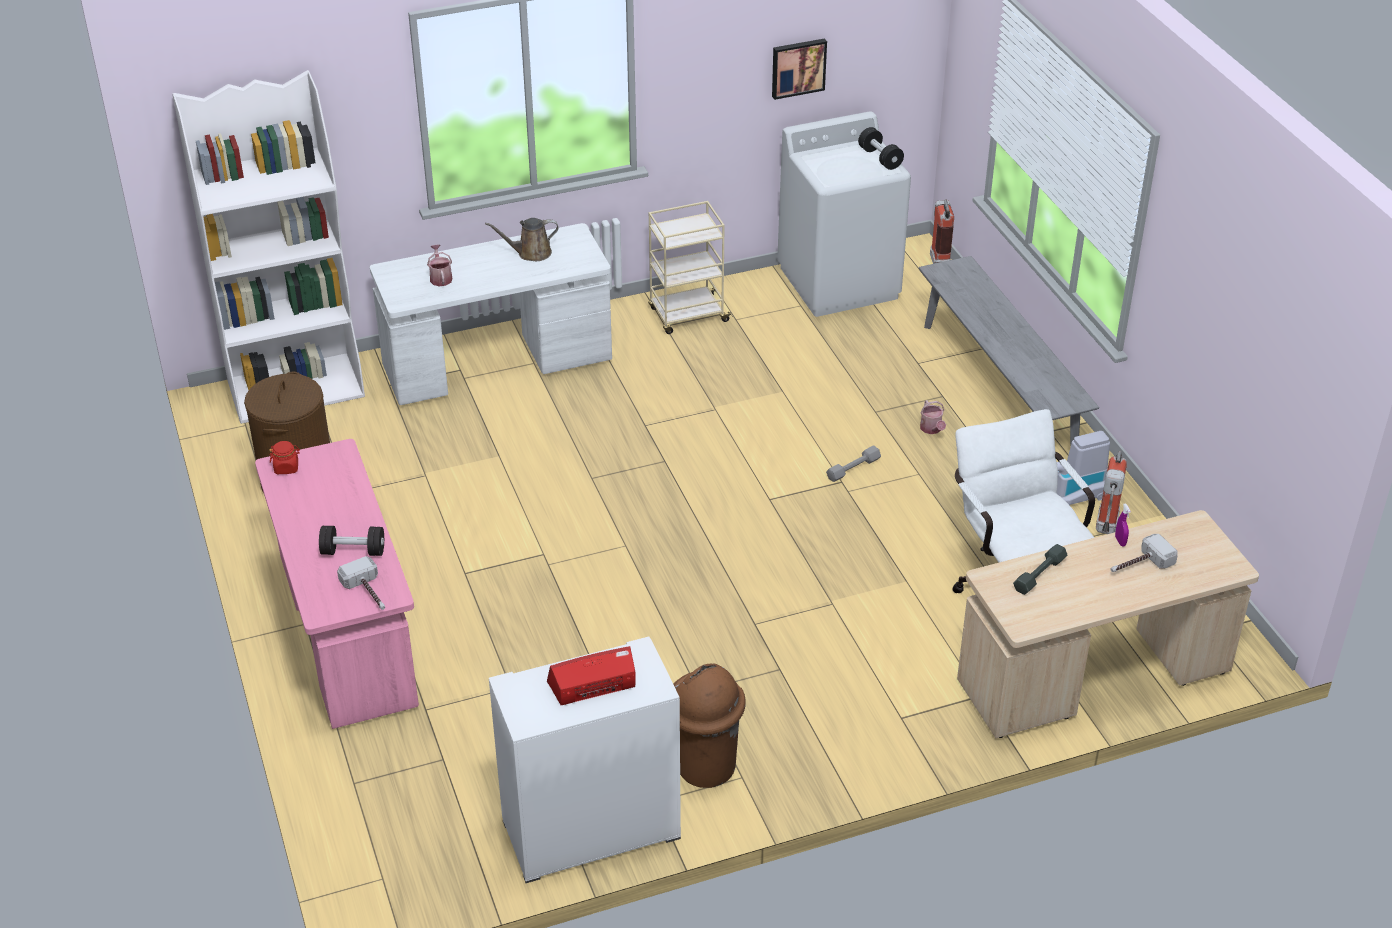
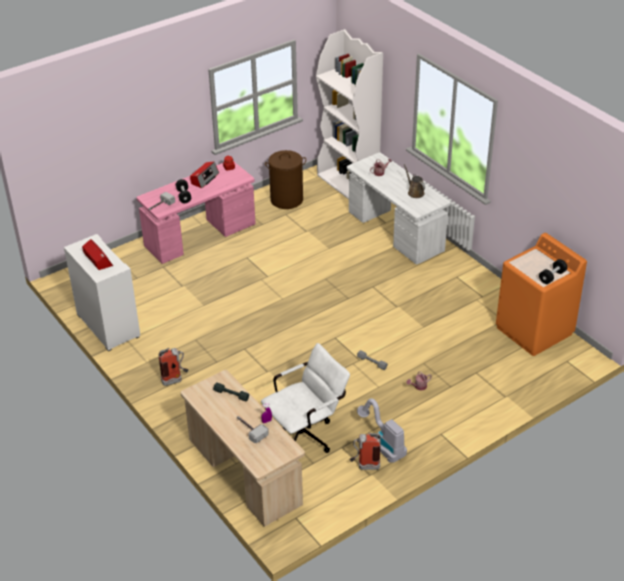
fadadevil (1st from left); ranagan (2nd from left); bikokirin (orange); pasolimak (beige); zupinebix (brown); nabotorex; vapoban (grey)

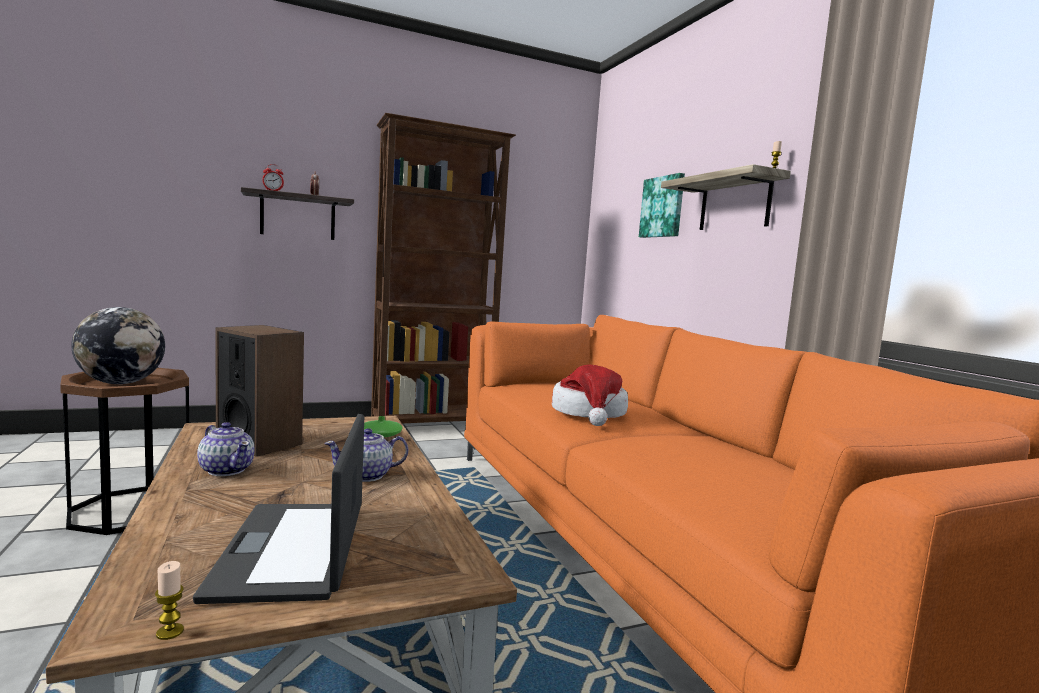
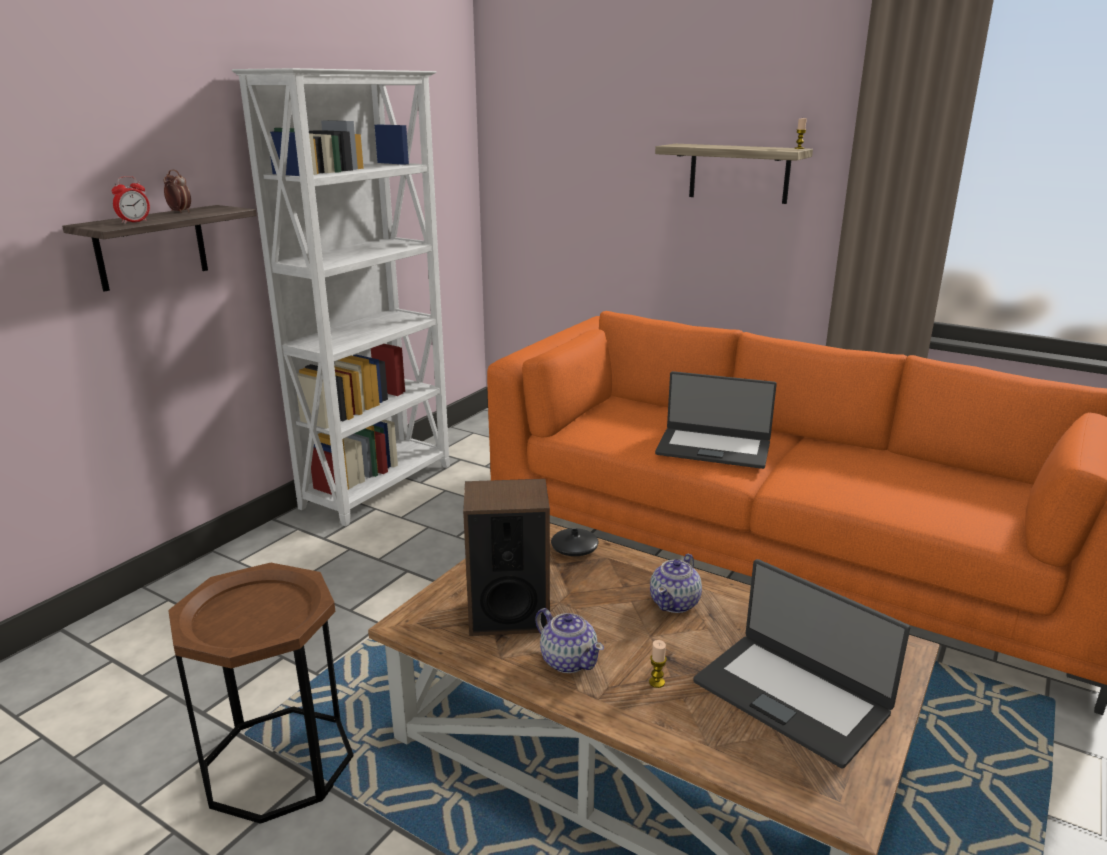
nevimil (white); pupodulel (1st from left); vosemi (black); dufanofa (1st from left); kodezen (1st from left); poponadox; nabotorex

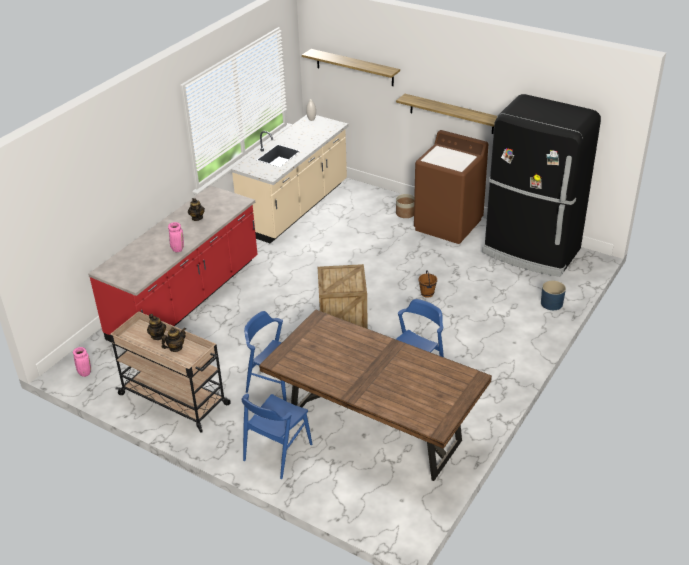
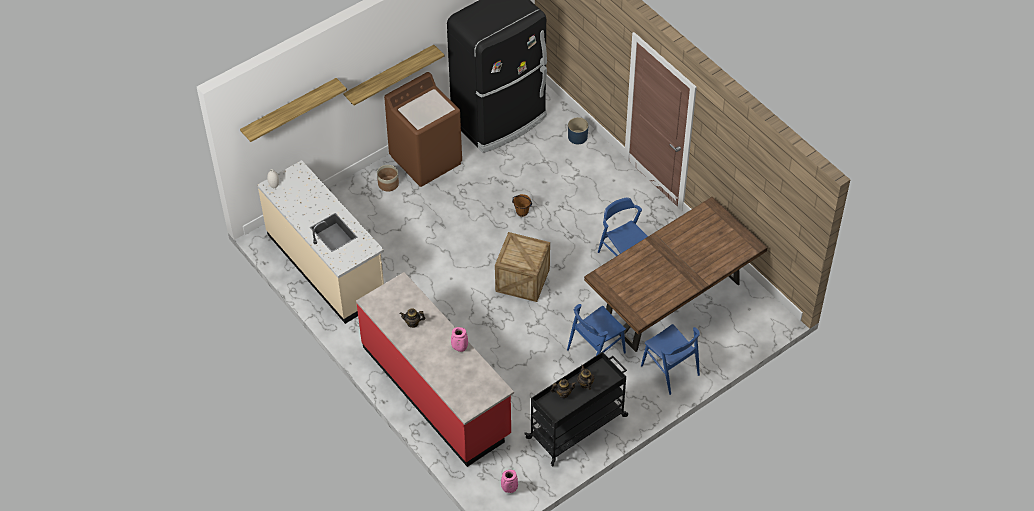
pasolimak (black)

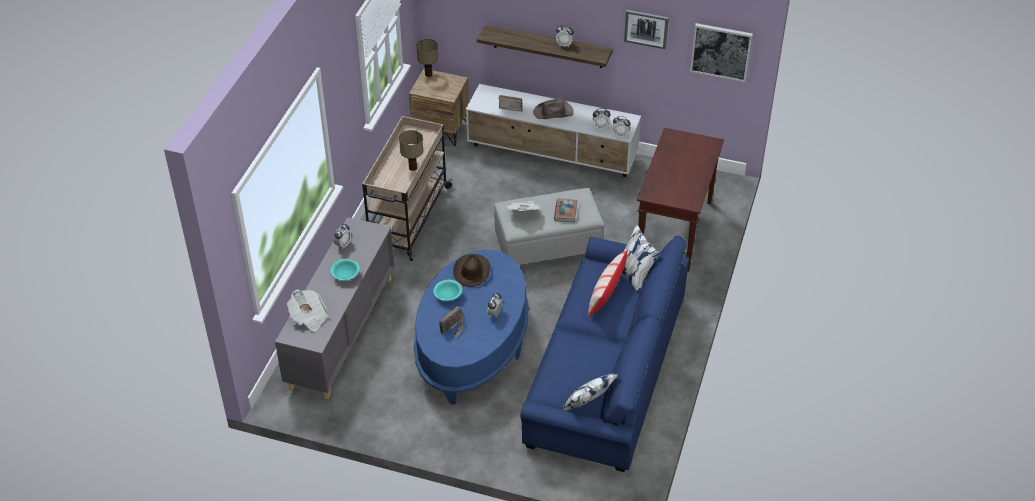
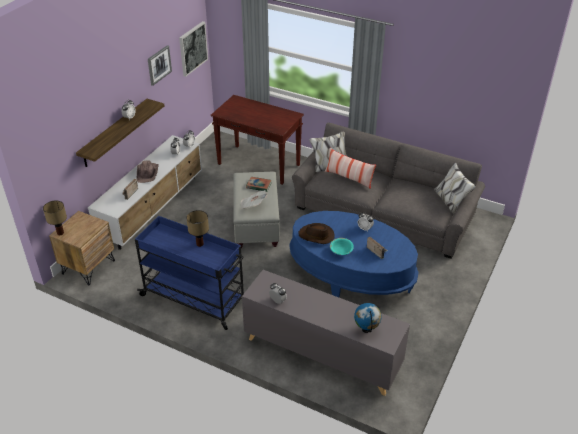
pasolimak (blue); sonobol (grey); poponadox; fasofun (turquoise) (1st from left in the first image)

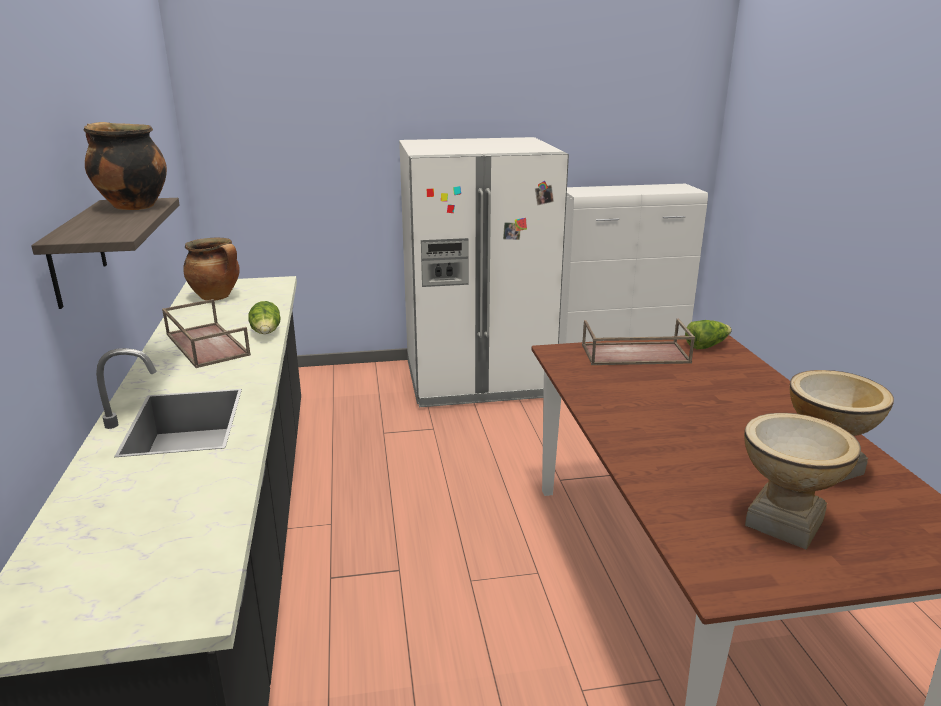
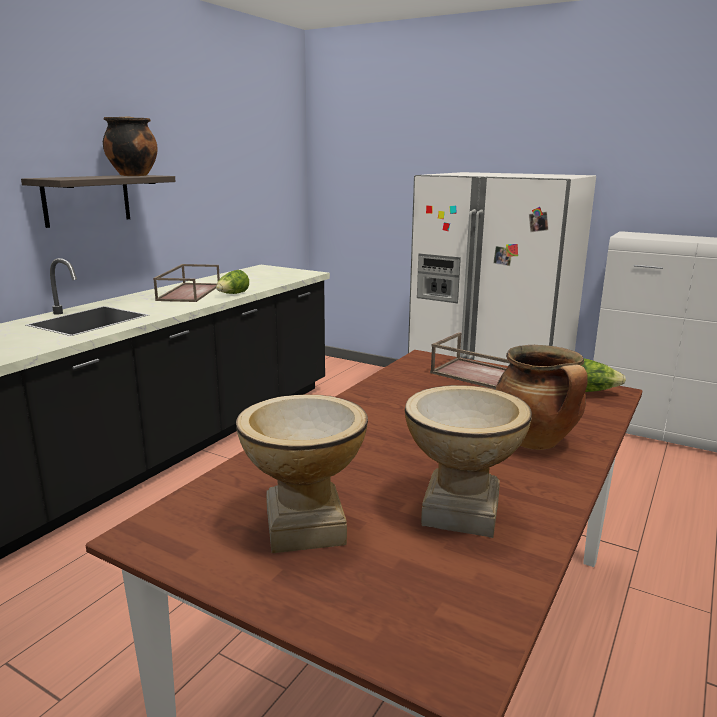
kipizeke (2nd from left)

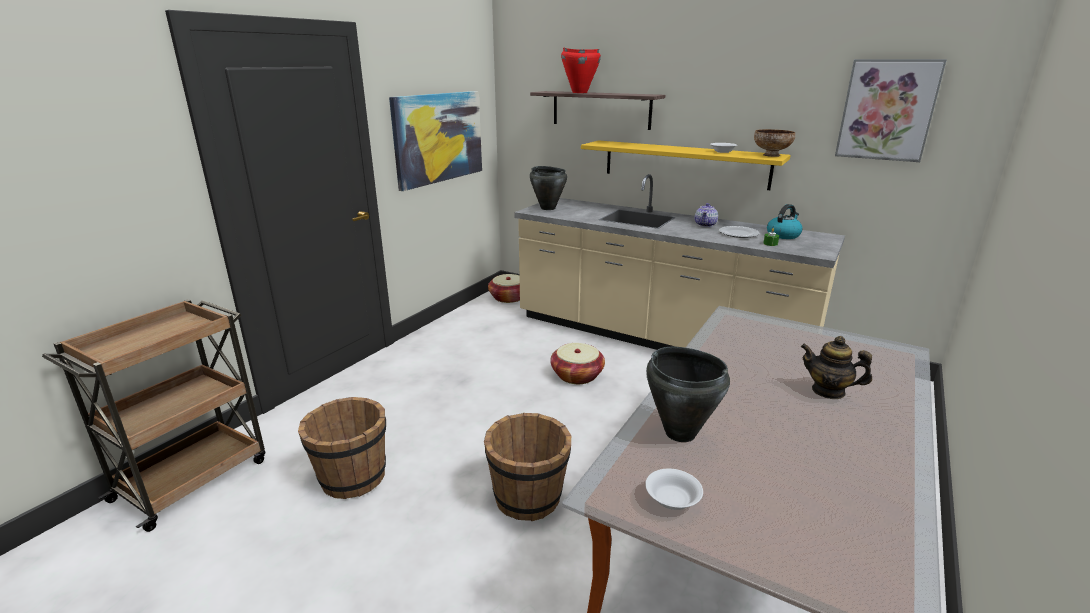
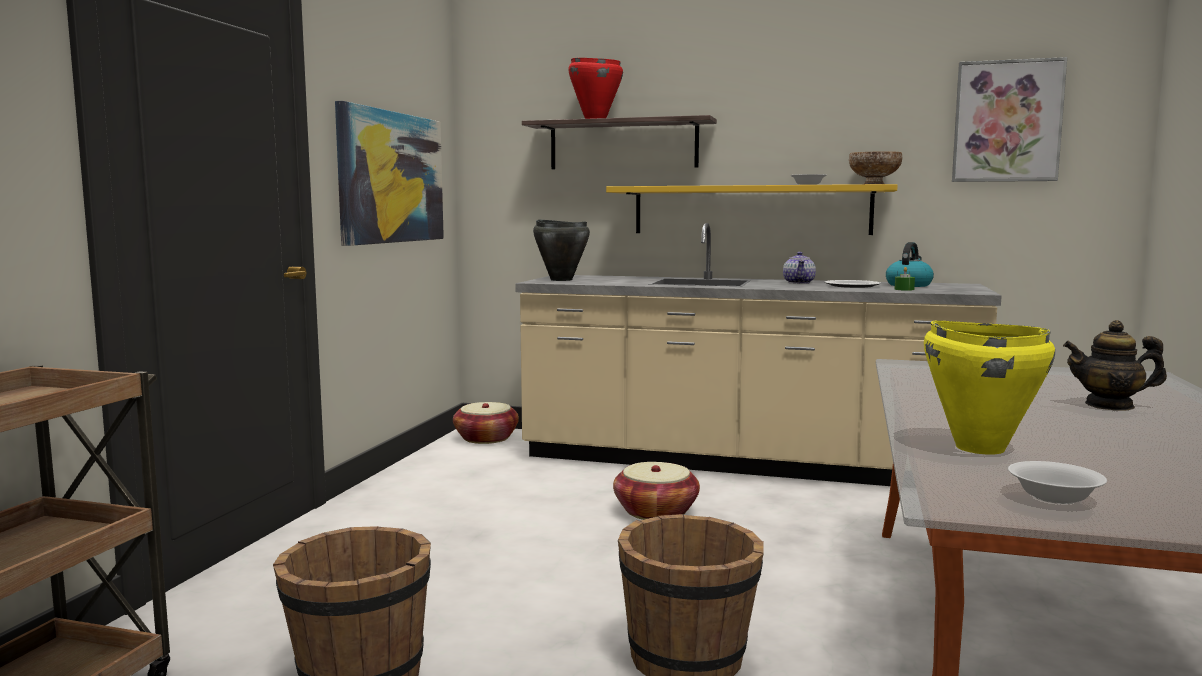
kipizeke (yellow)

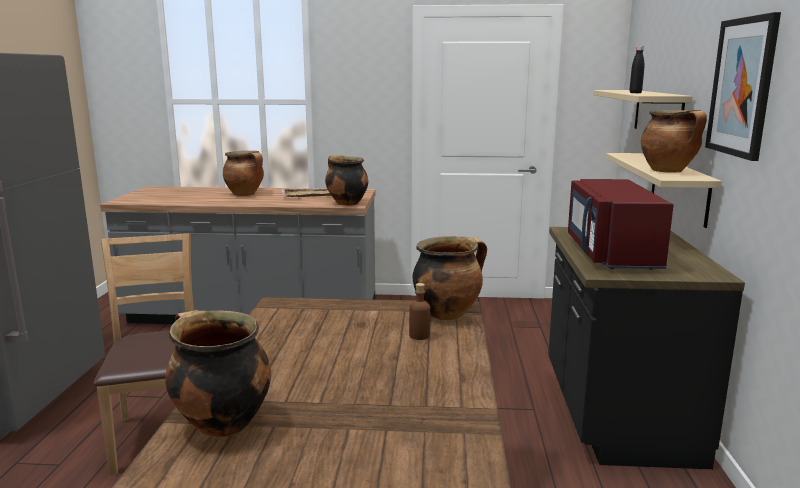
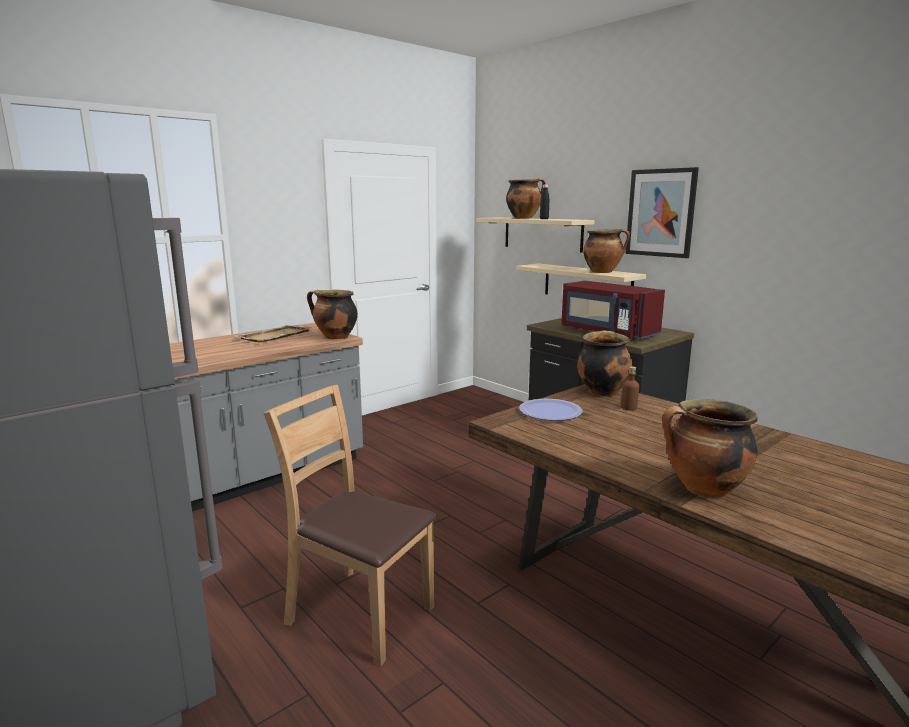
kipizeke (2nd from left); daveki

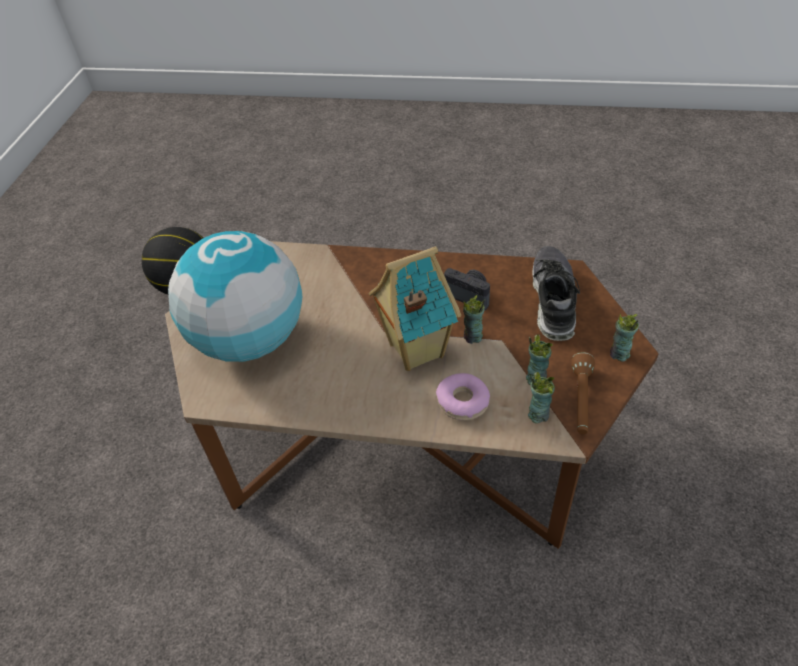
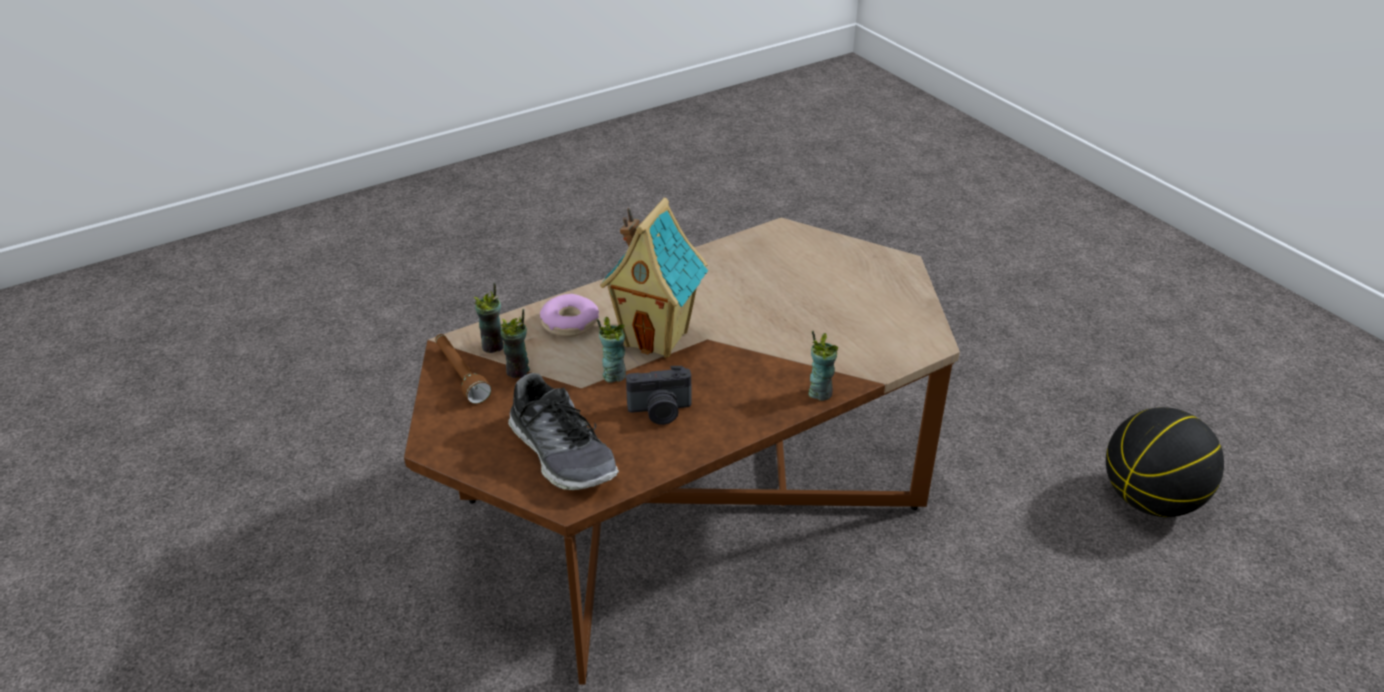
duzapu (4th from left); poponadox

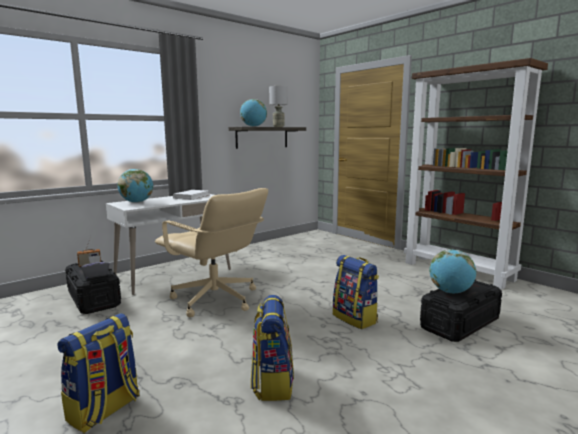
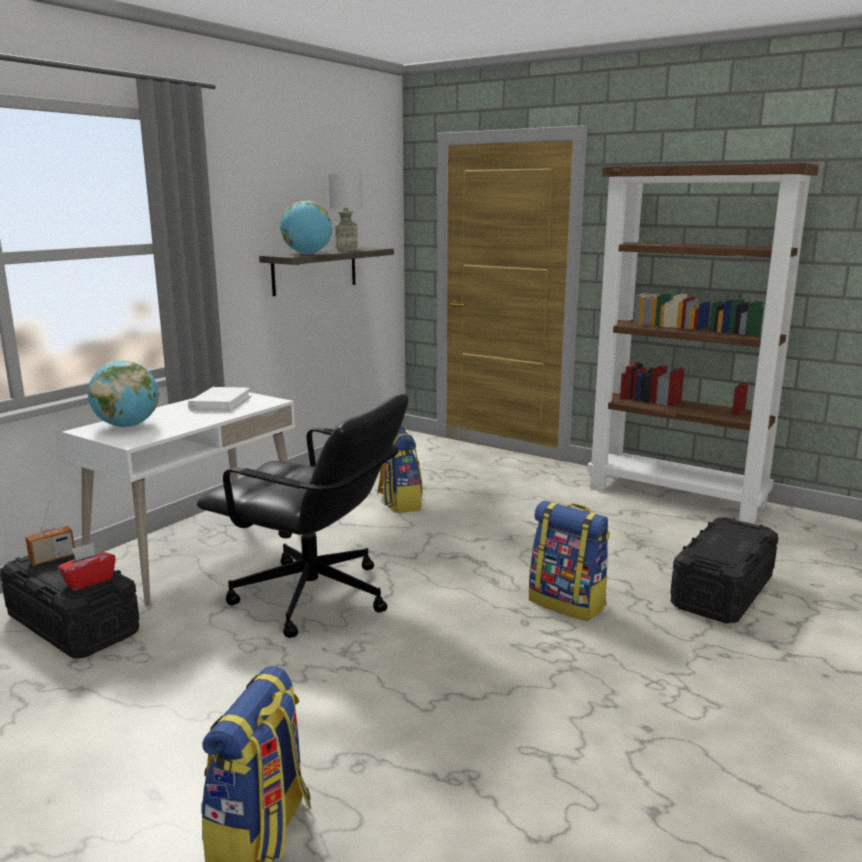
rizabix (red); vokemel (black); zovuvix (2nd from left); poponadox (3rd from left in the first image)

